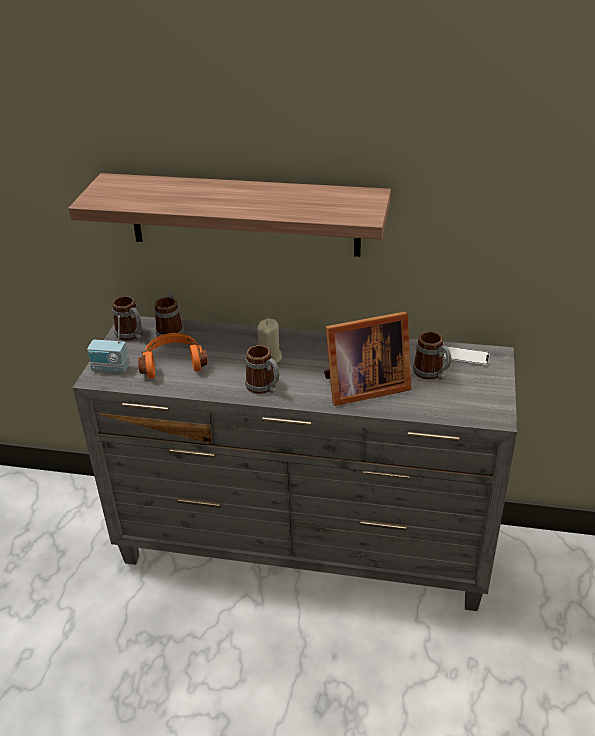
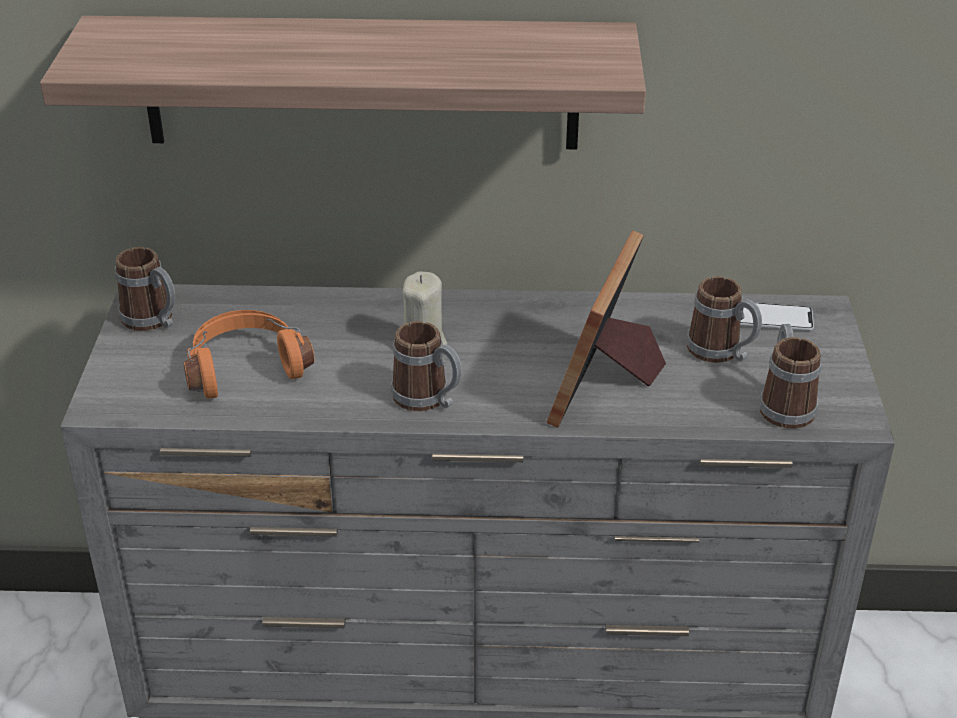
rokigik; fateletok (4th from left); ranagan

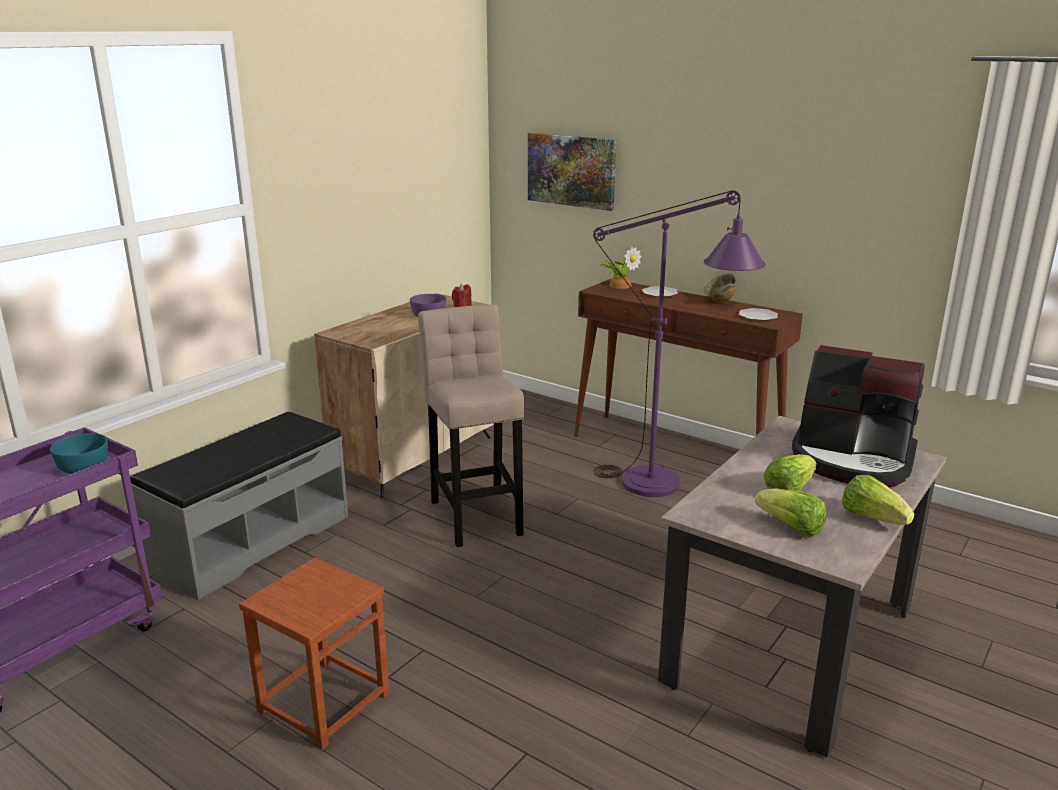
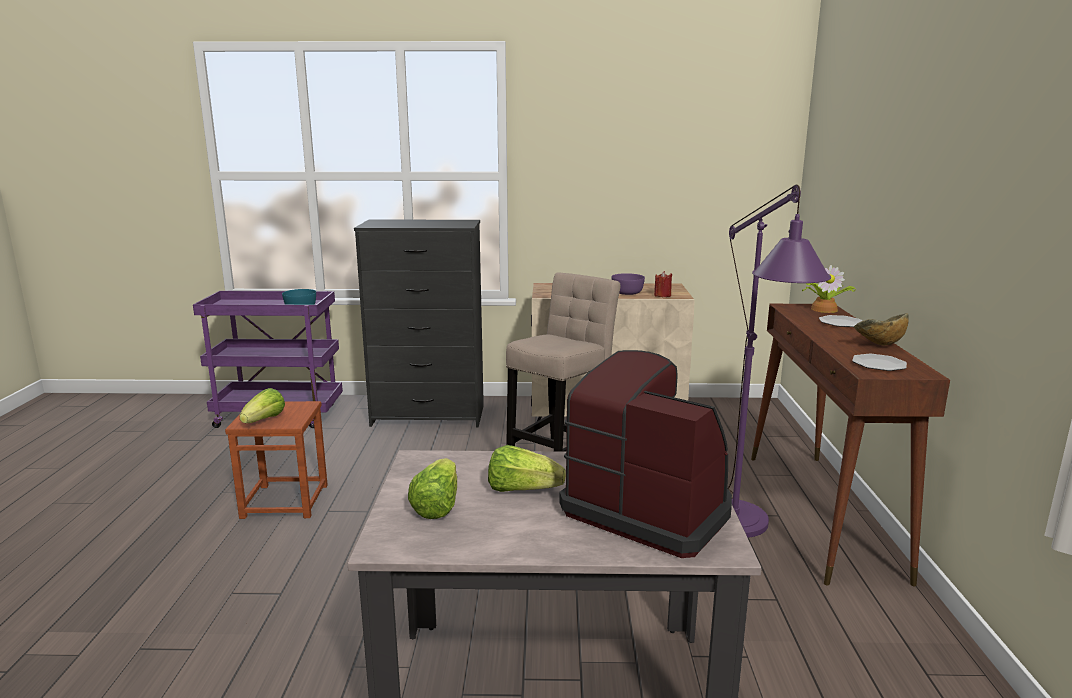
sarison (1st from left); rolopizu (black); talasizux; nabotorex

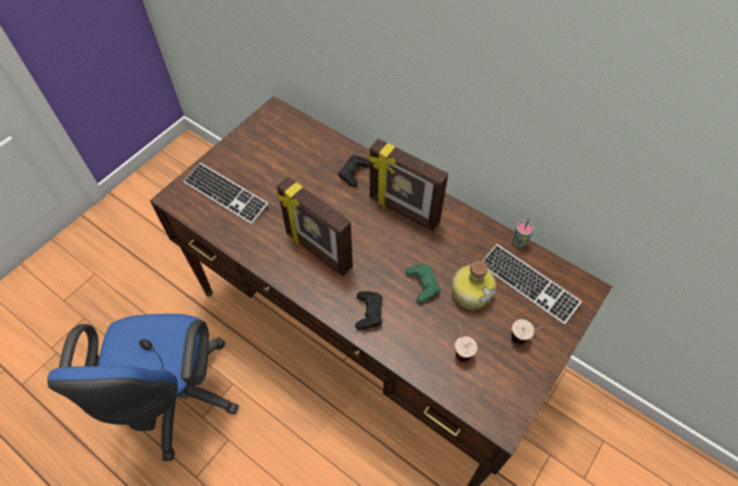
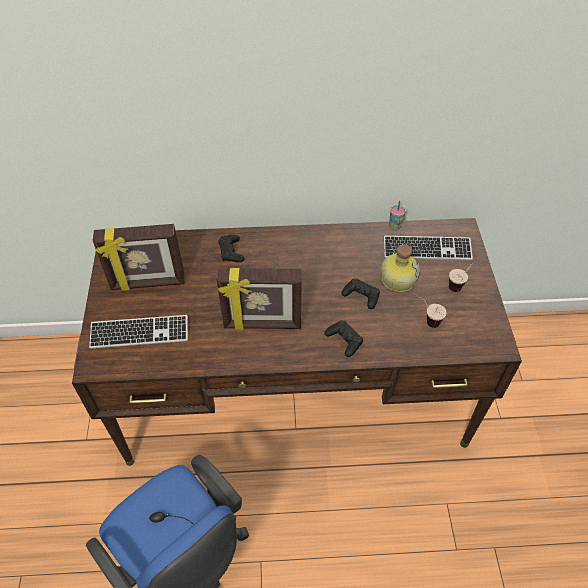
rokigik (1st from left); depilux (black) (3rd from left)

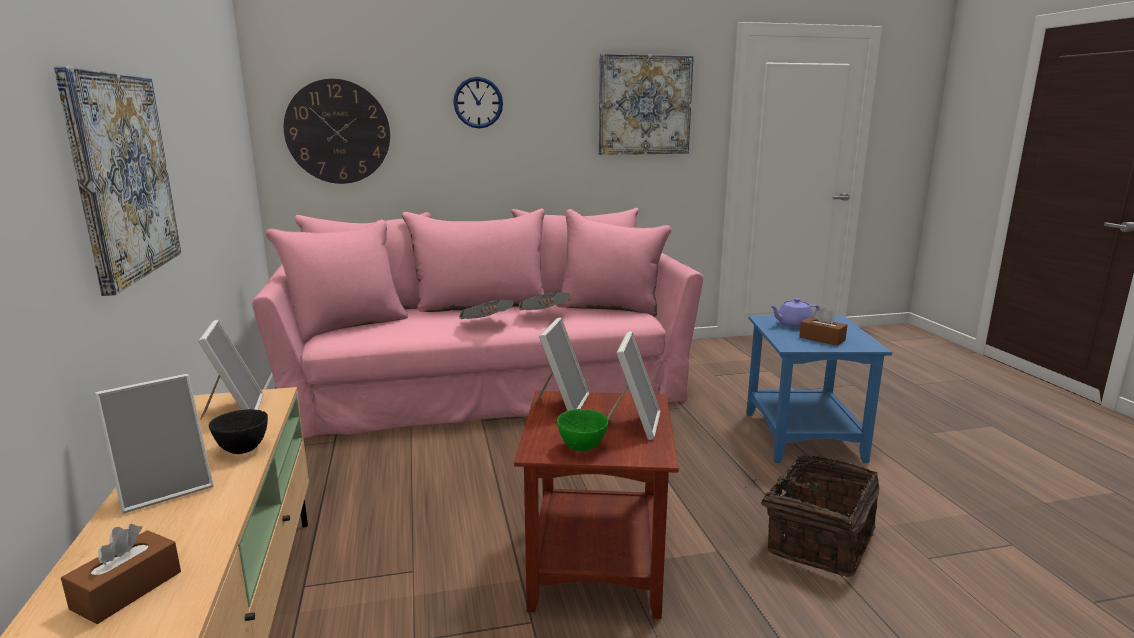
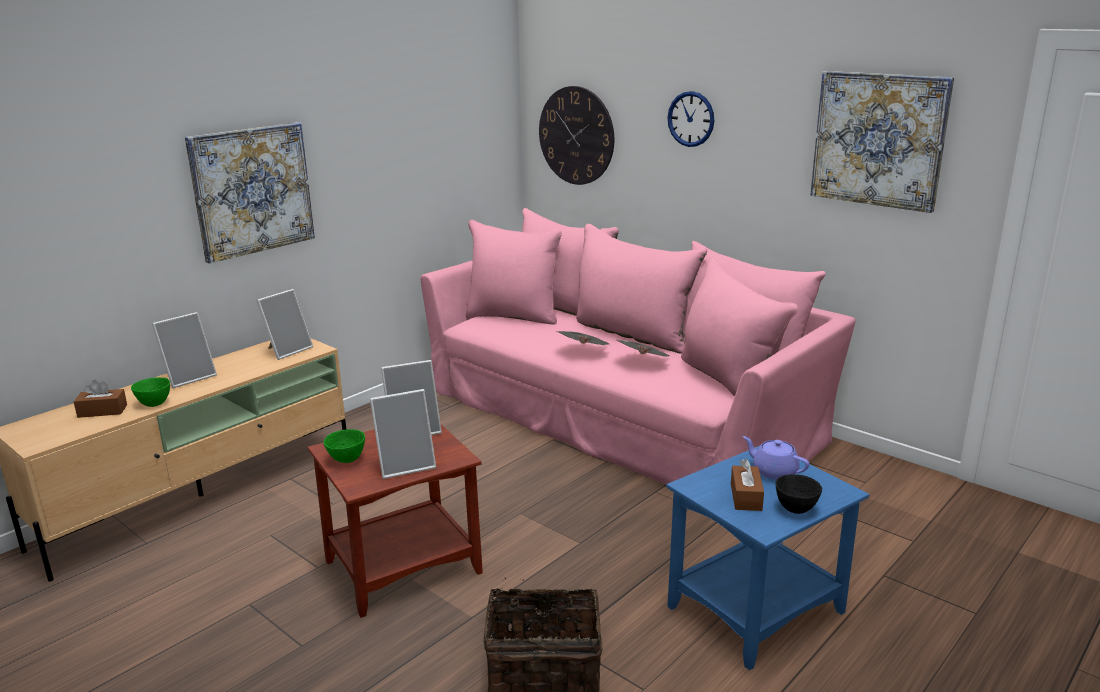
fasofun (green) (1st from left); rokigik (1st from left); fasofun (black)

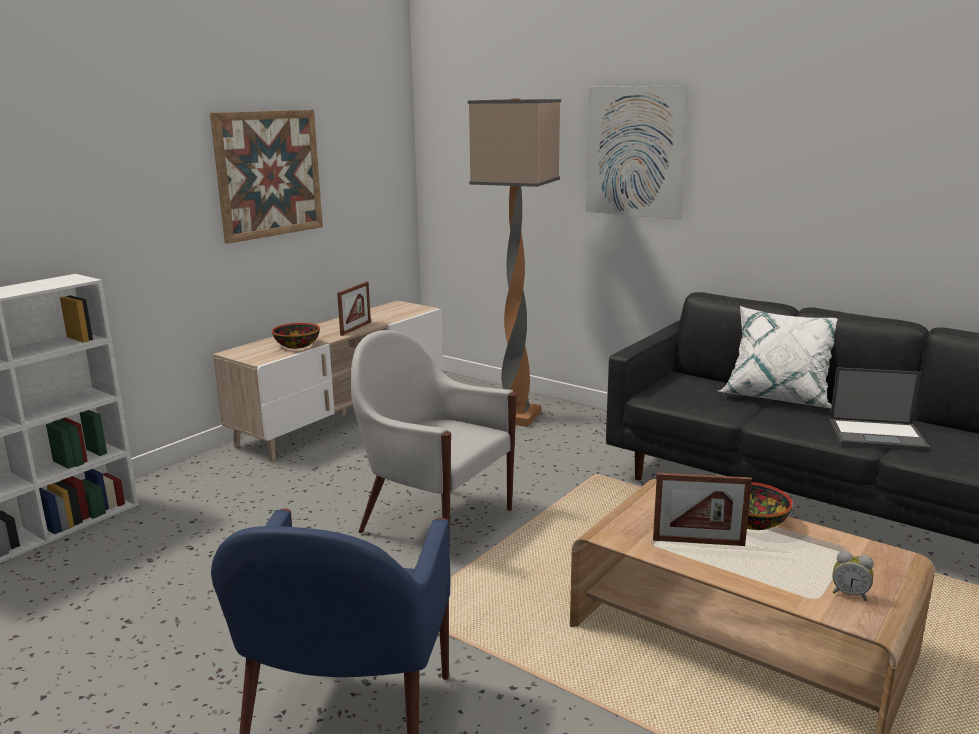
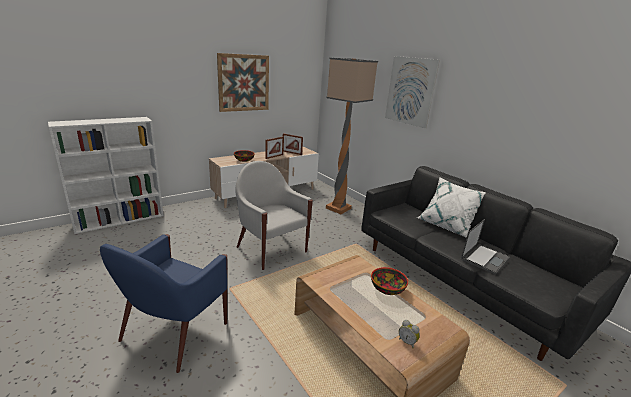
rokigik (2nd from left); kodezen

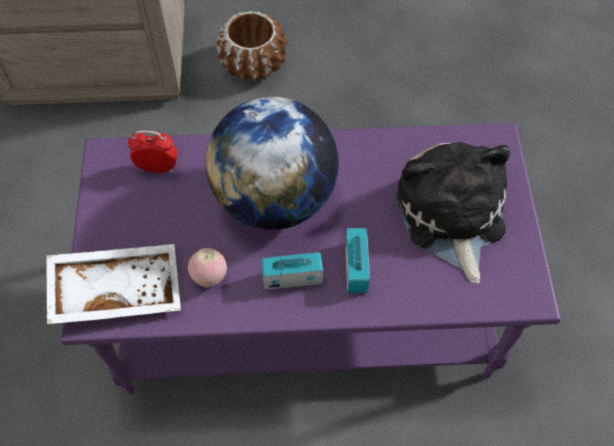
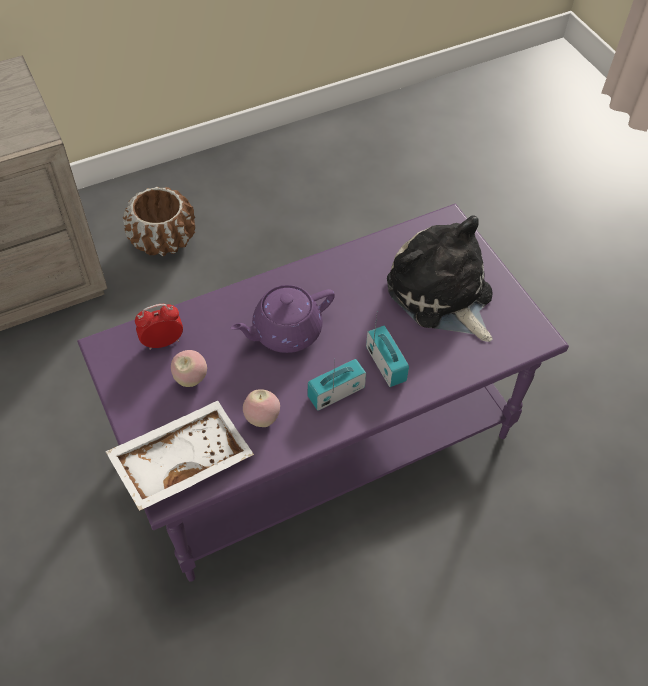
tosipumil (1st from left); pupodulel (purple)

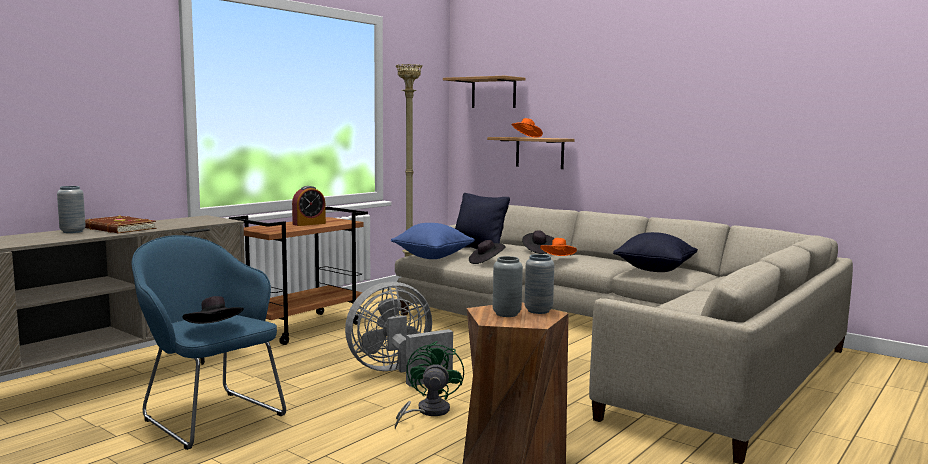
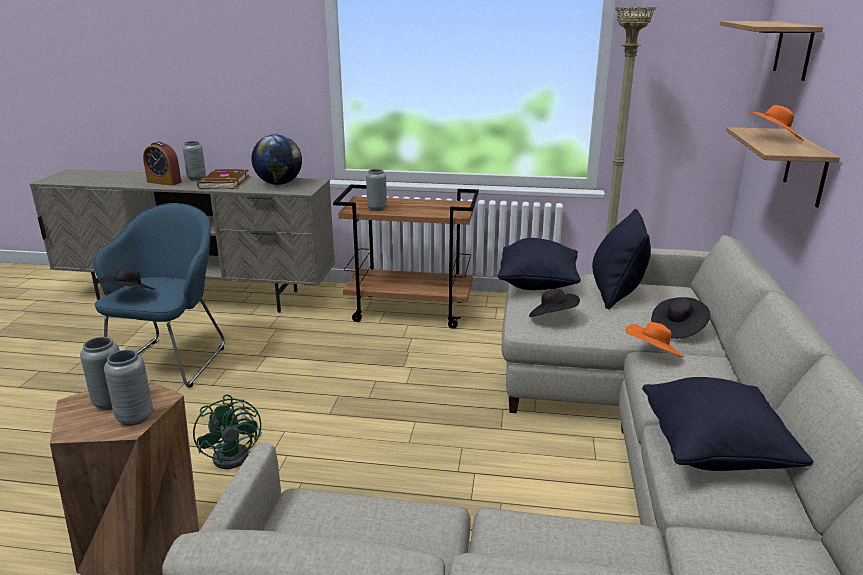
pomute; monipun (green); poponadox; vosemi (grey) (4th from left); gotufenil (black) (1st from left); monipun (grey)

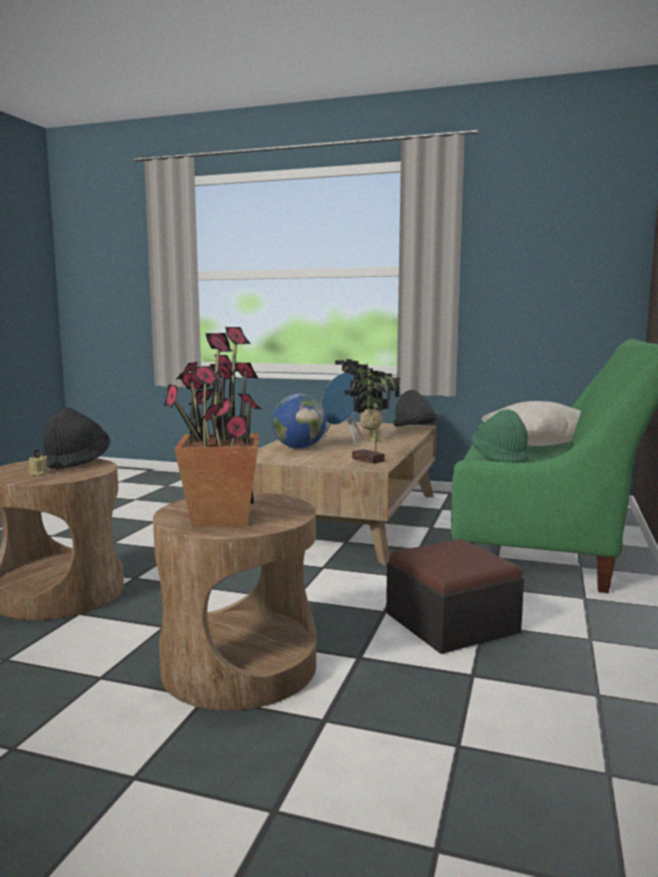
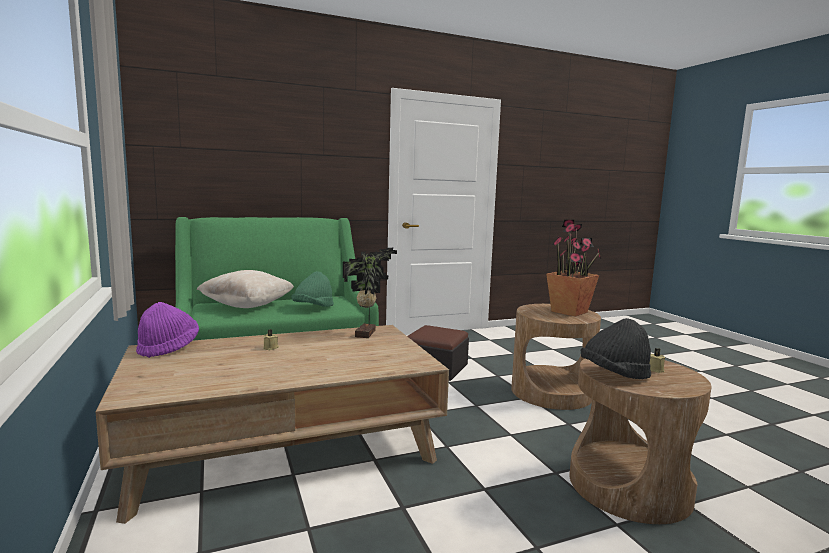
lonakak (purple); poponadox; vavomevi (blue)

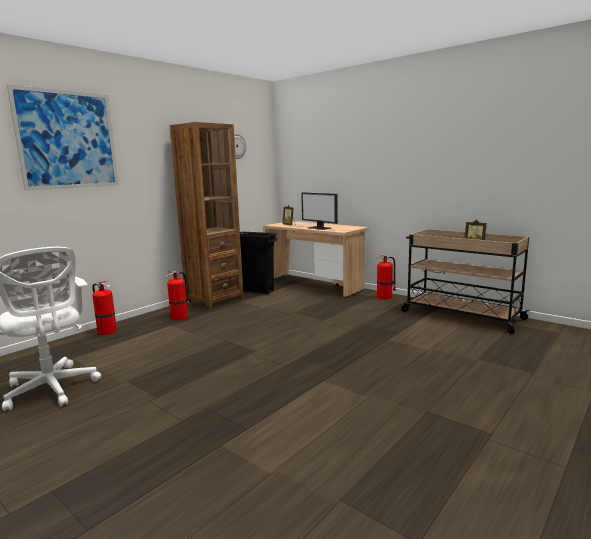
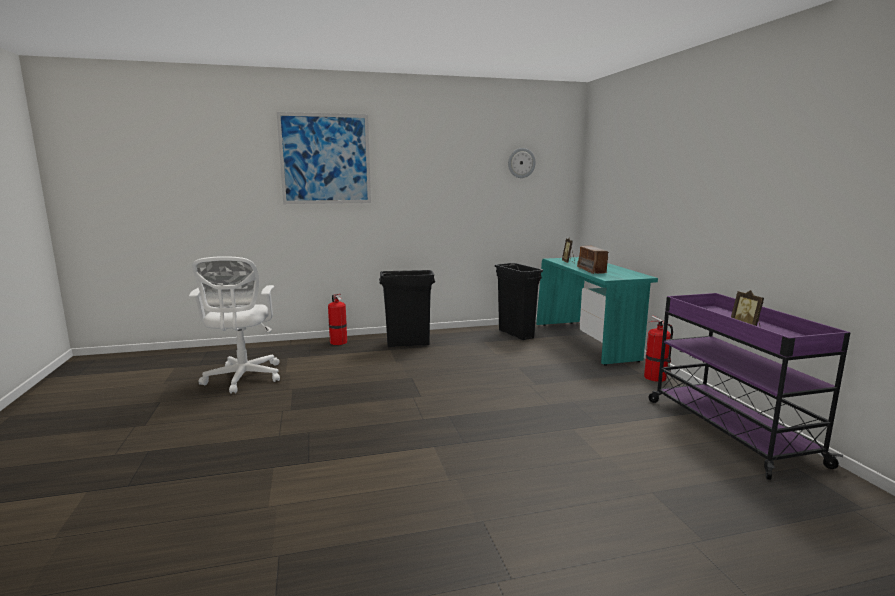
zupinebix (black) (1st from left); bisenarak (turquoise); ranagan; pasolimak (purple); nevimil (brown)

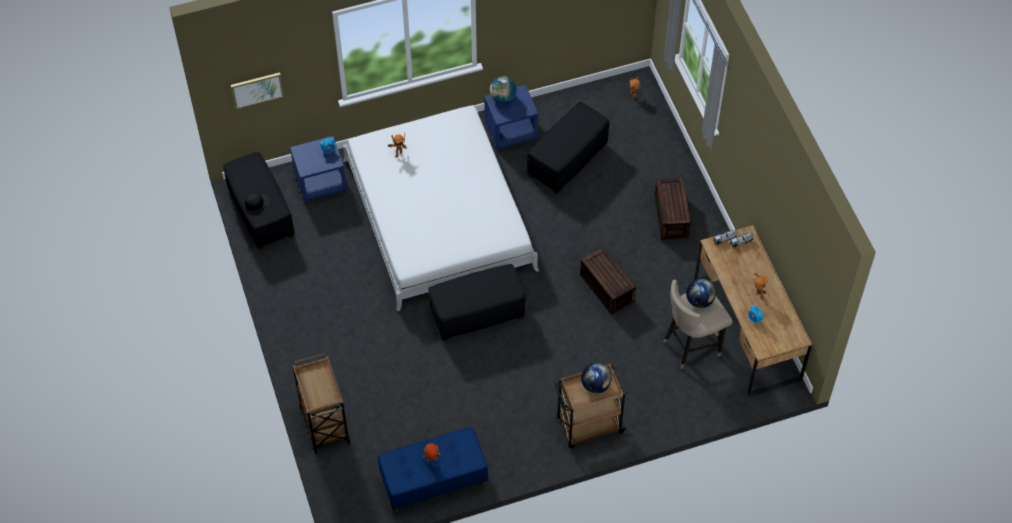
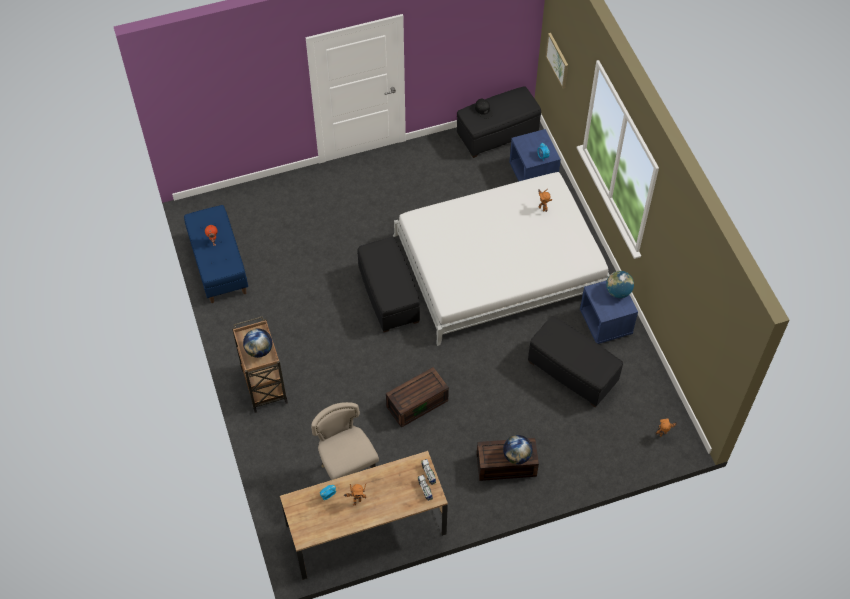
poponadox (2nd from left); pasolimak (brown) (1st from left in the first image)

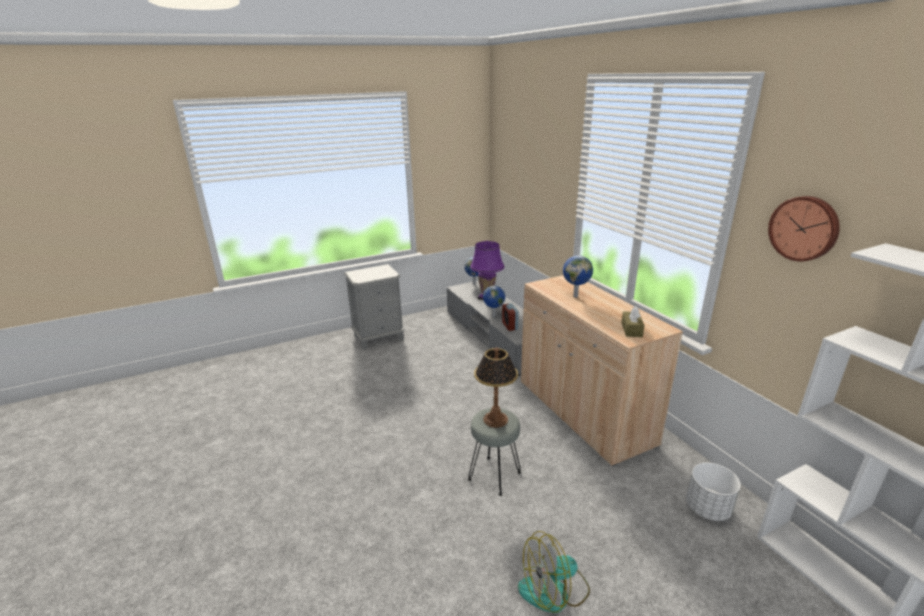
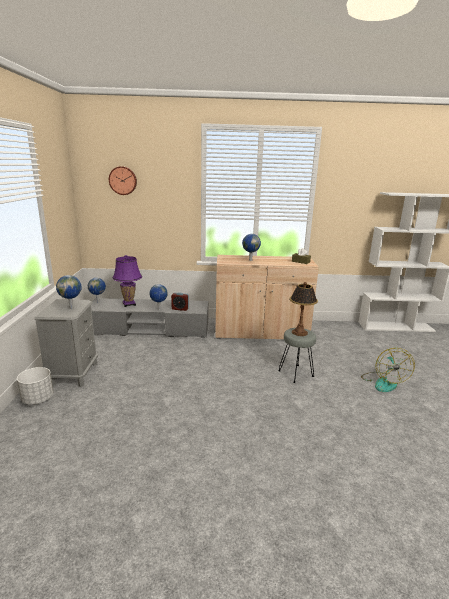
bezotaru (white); poponadox (1st from left); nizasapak

